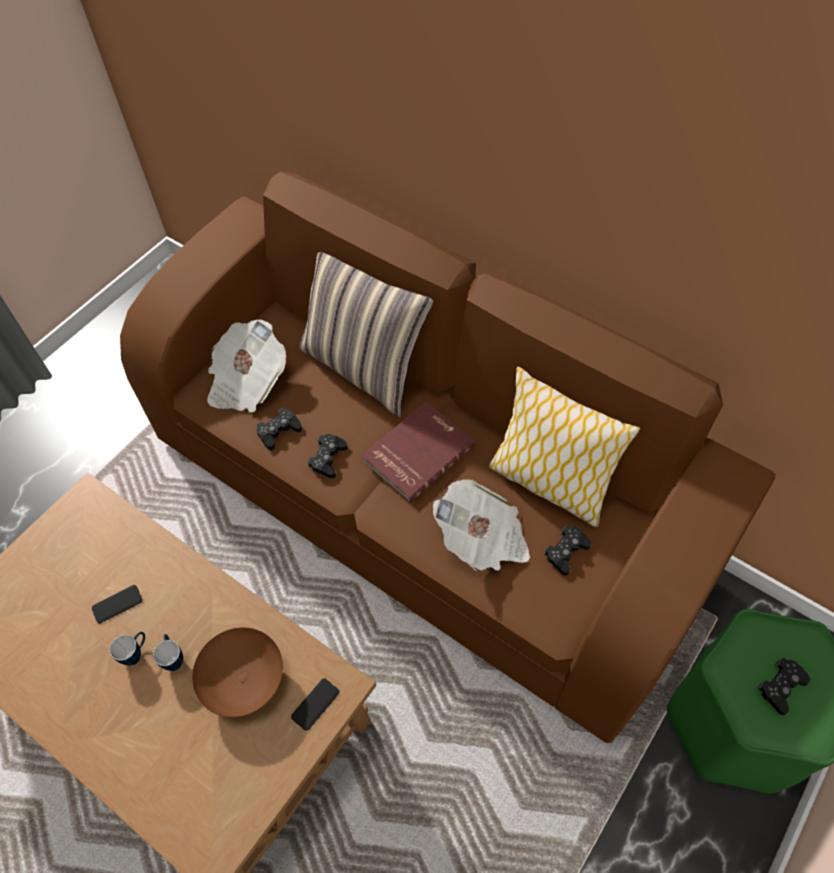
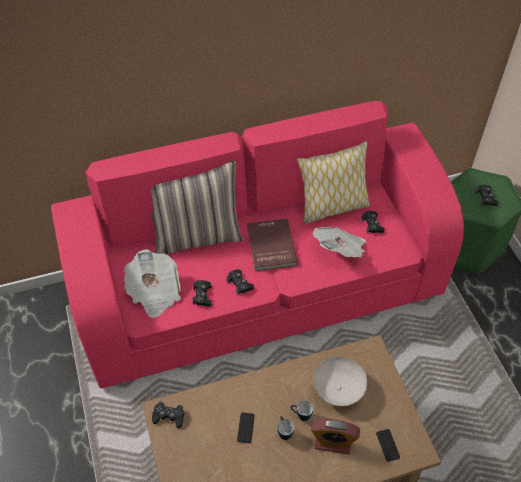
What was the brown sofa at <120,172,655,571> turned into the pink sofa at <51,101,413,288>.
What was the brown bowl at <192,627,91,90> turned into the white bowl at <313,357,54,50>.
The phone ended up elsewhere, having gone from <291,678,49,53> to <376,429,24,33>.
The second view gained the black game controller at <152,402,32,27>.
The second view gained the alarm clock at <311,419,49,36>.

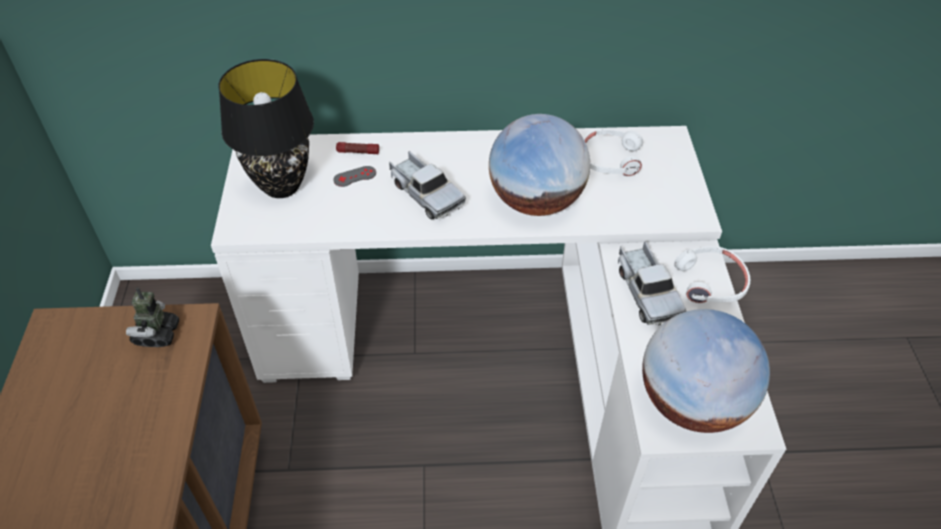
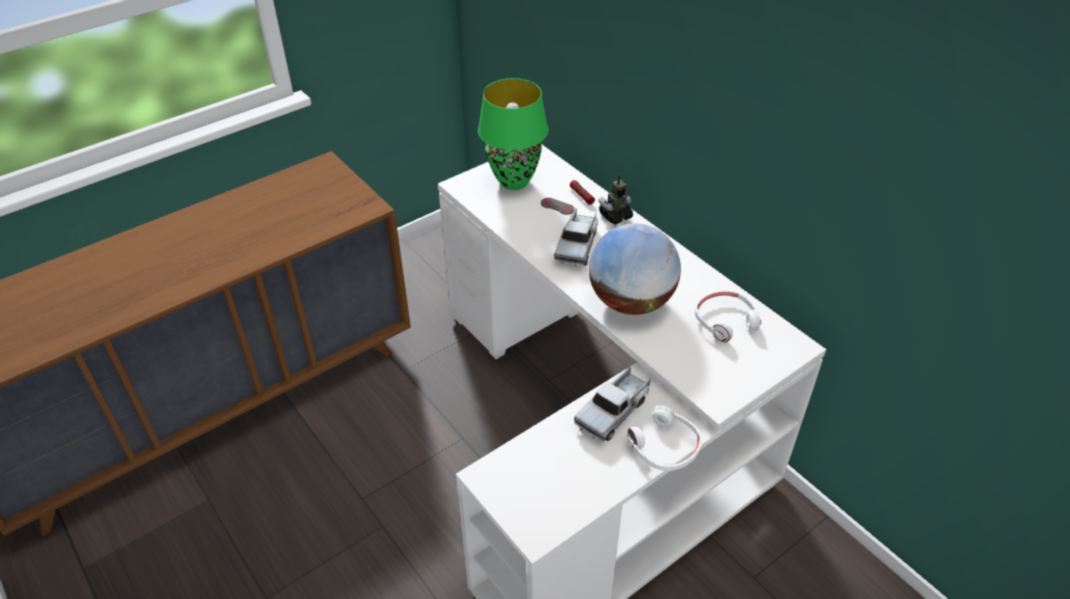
The toy robot ended up elsewhere, having gone from <126,288,53,59> to <598,174,35,51>.
What was the black table lamp at <218,59,96,139> turned into the green table lamp at <478,78,70,112>.
The second view lost the globe at <642,309,128,124>.

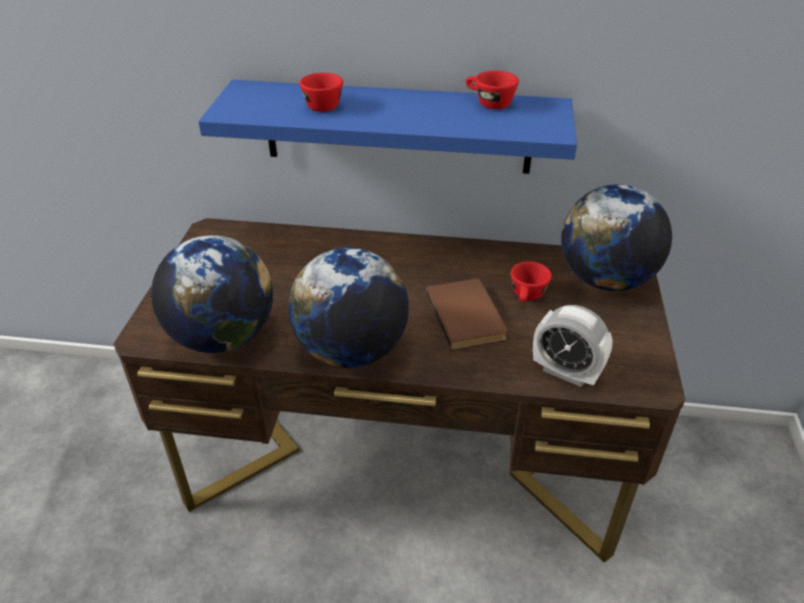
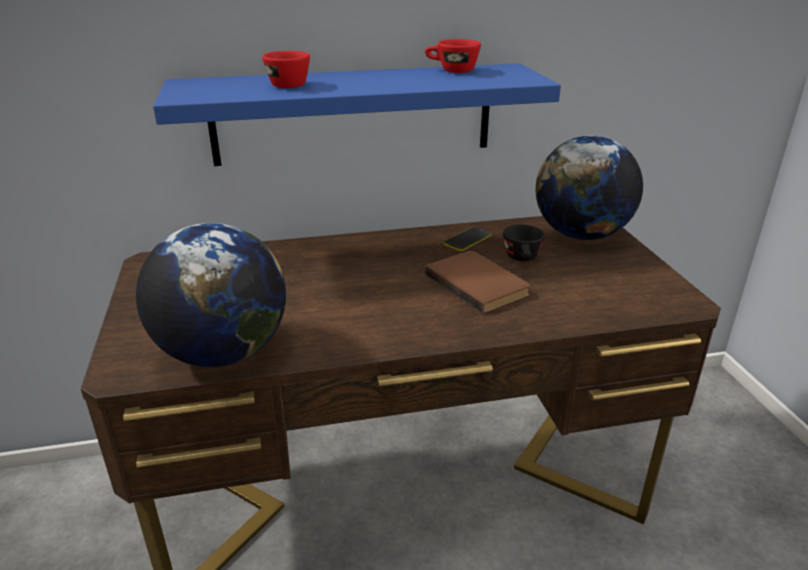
The second view lost the globe at <288,247,121,121>.
What was the red cup at <511,261,41,41> turned into the black cup at <503,225,42,36>.
The second view lost the alarm clock at <533,305,80,82>.
The second view gained the phone at <444,227,48,24>.

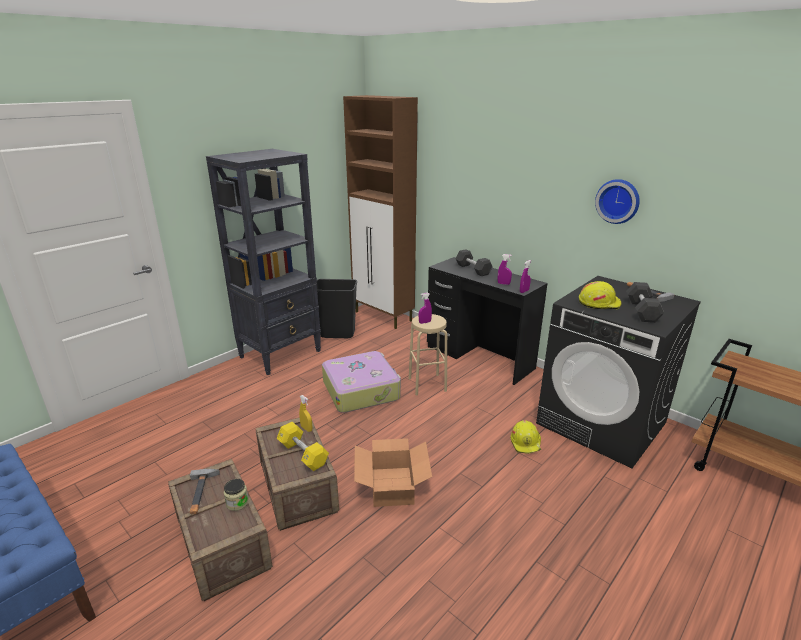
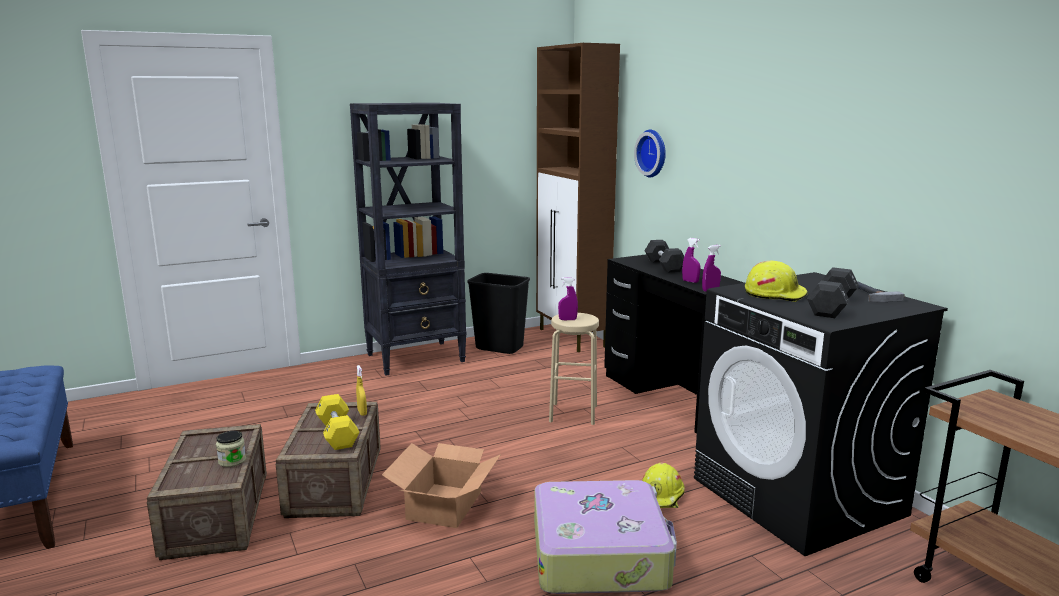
The second view lost the hammer at <190,469,30,45>.
The suitcase ended up elsewhere, having gone from <322,351,79,62> to <534,480,143,114>.
The wall clock ended up elsewhere, having gone from <595,179,45,45> to <634,130,32,47>.

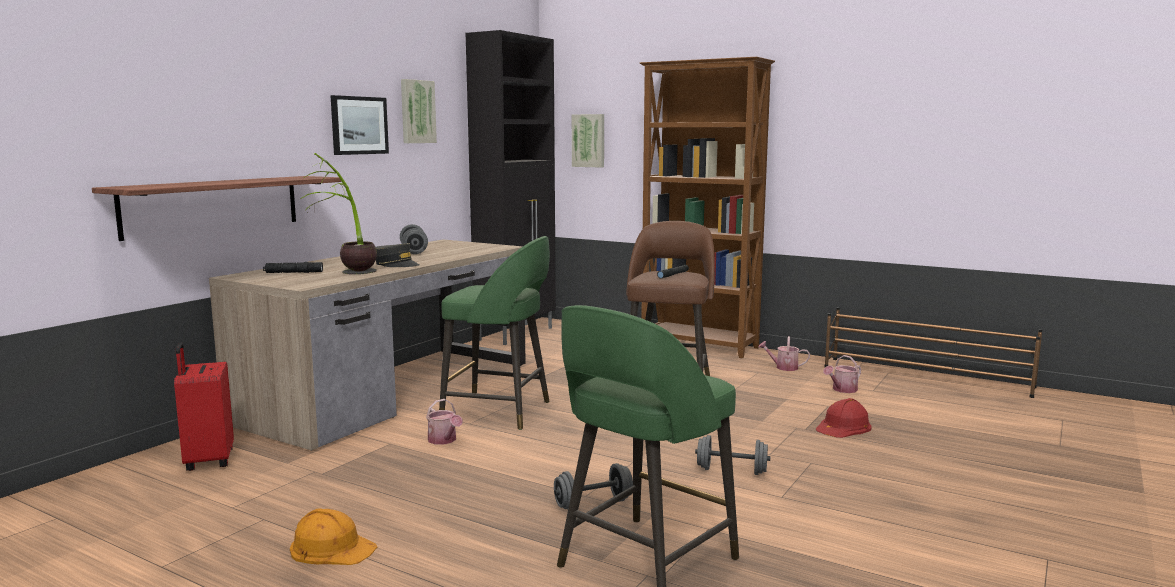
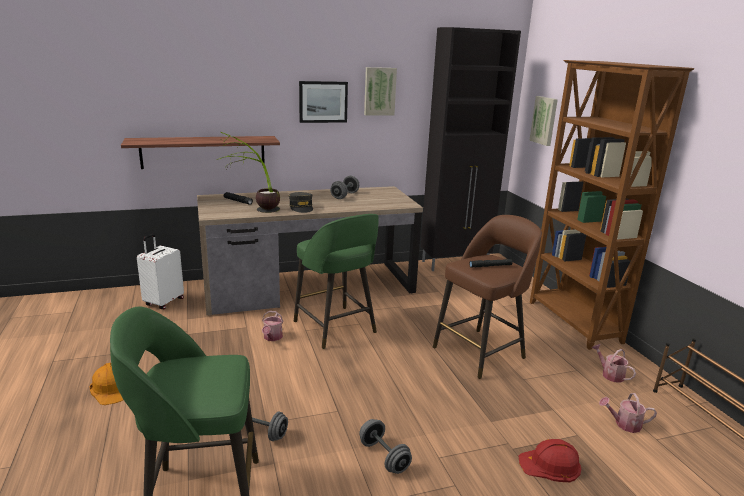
What was the red suitcase at <174,342,60,129> turned into the white suitcase at <137,234,47,75>.

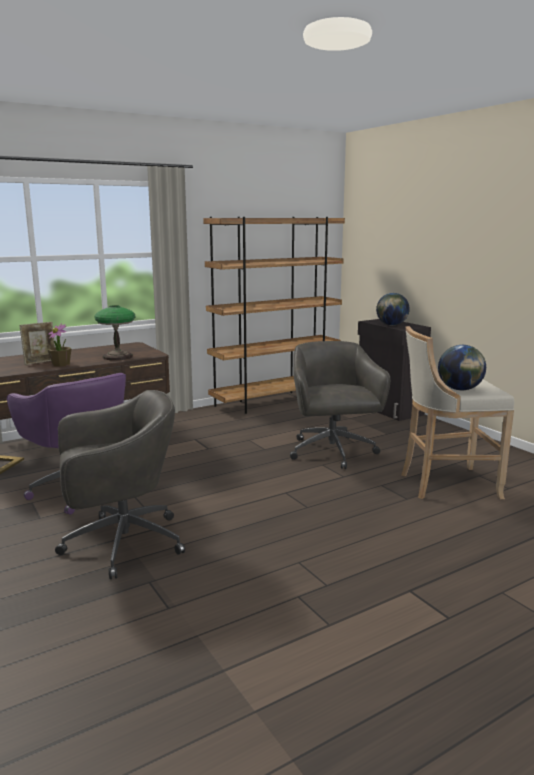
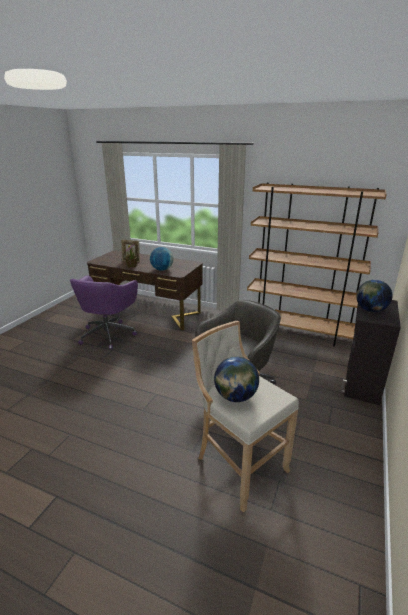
The second view lost the grey office chair at <55,390,130,189>.
Where the table lamp stood at <94,305,41,55>, the globe came to stand at <150,247,23,24>.

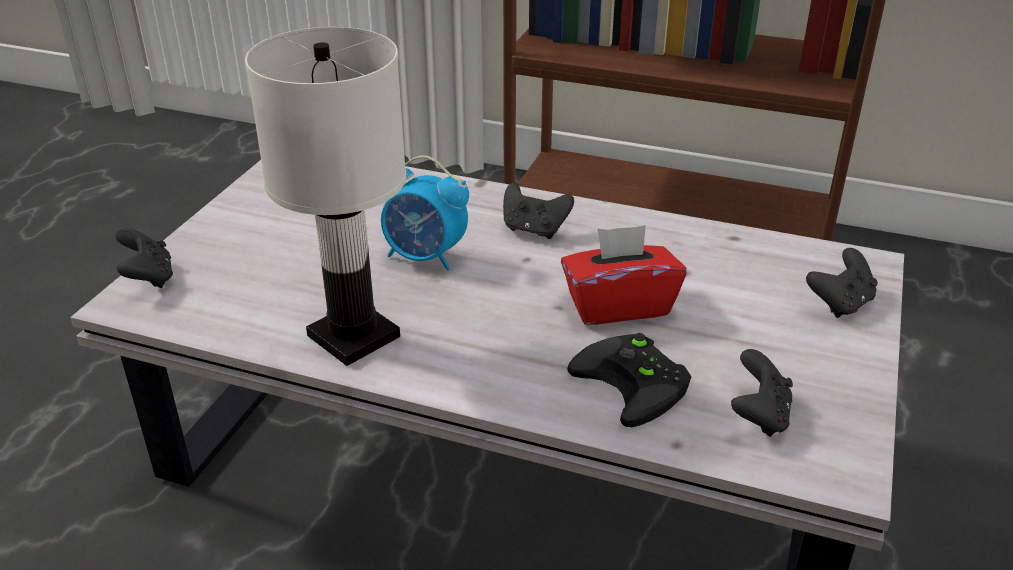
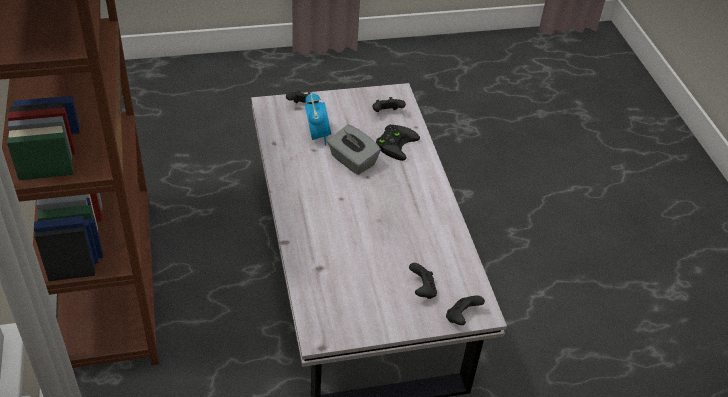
The second view lost the white table lamp at <245,27,161,339>.
The alarm clock ended up elsewhere, having gone from <381,156,88,115> to <305,92,26,54>.
The black game controller ended up elsewhere, having gone from <503,182,71,57> to <409,263,28,36>.
What was the red tissue box at <561,225,126,100> turned into the grey tissue box at <327,125,54,50>.

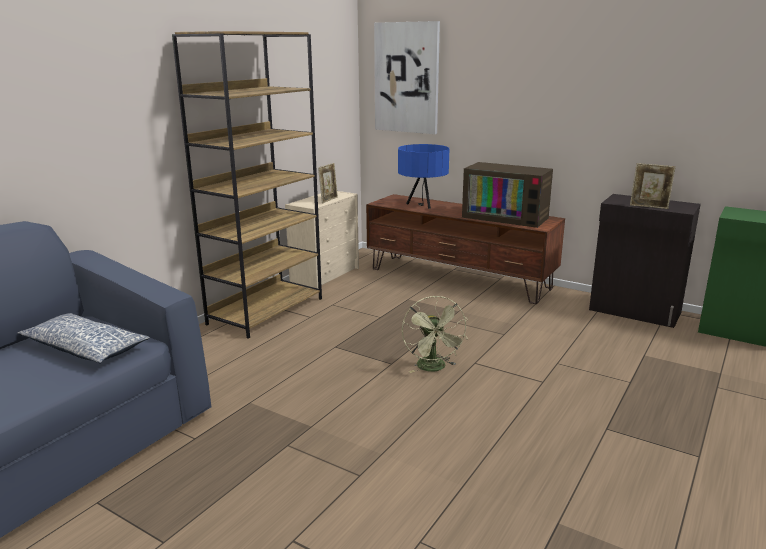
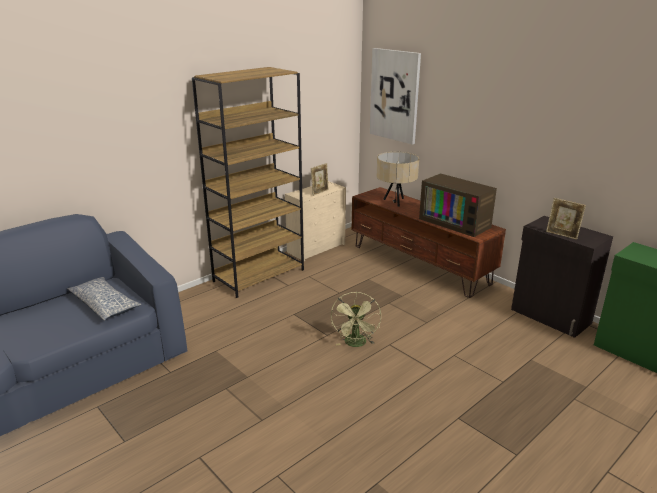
What was the blue table lamp at <398,144,51,65> turned into the beige table lamp at <376,152,43,55>.

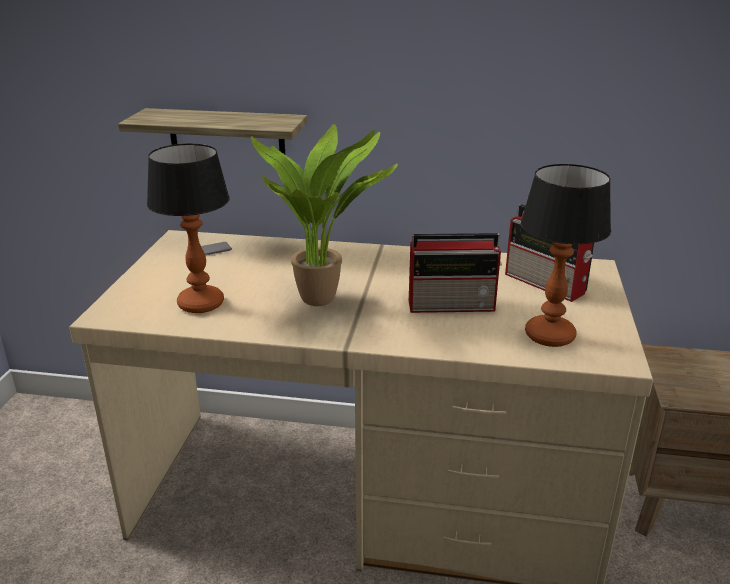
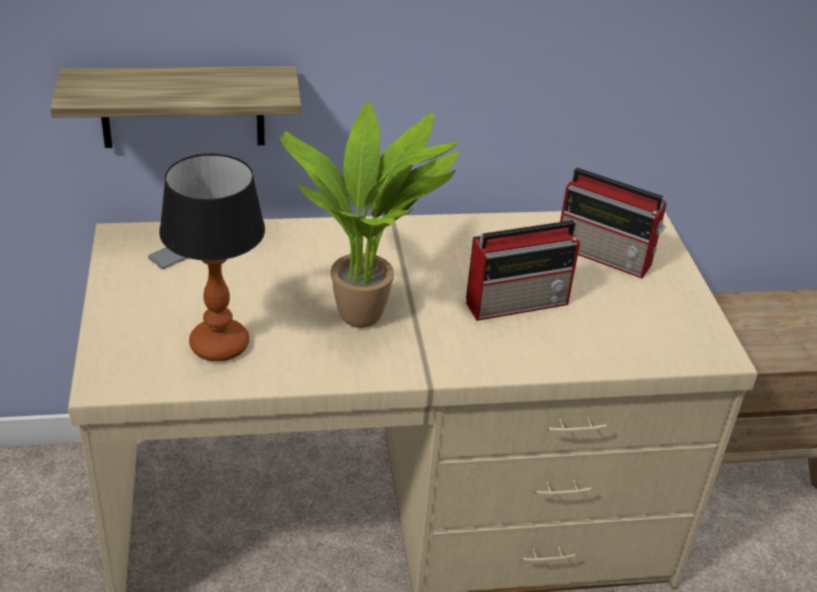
The second view lost the table lamp at <520,164,91,183>.

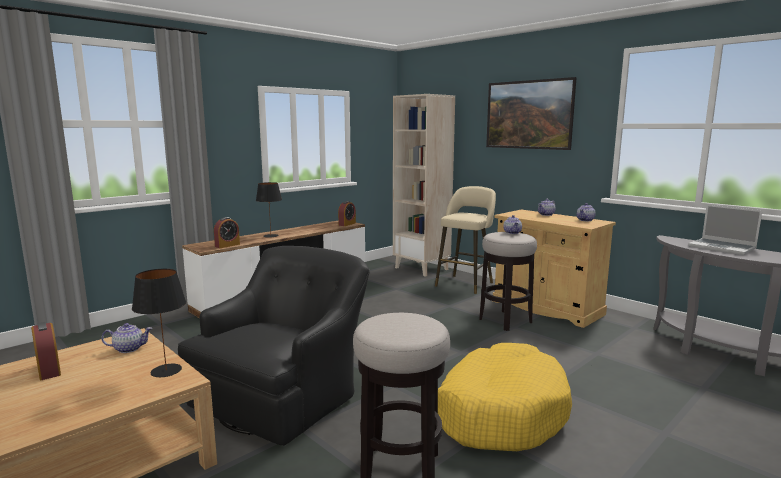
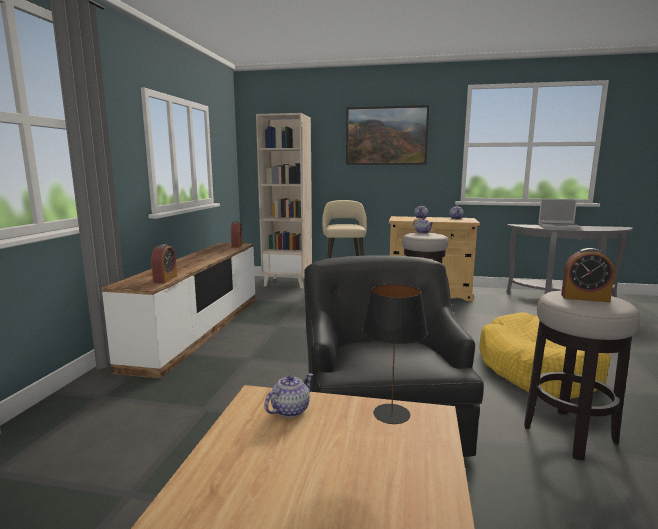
The alarm clock ended up elsewhere, having gone from <31,322,30,58> to <561,248,53,54>.
The second view lost the black table lamp at <256,182,26,56>.

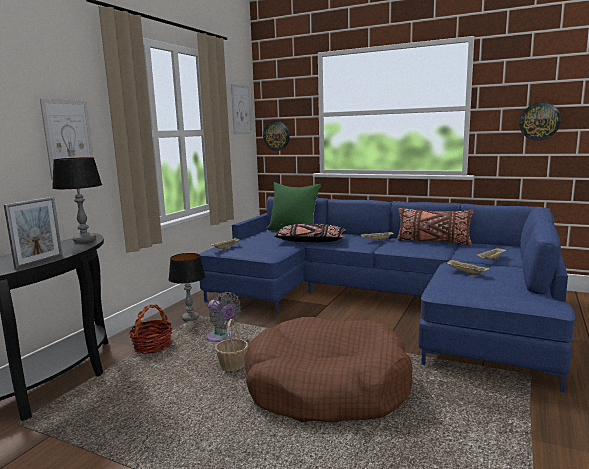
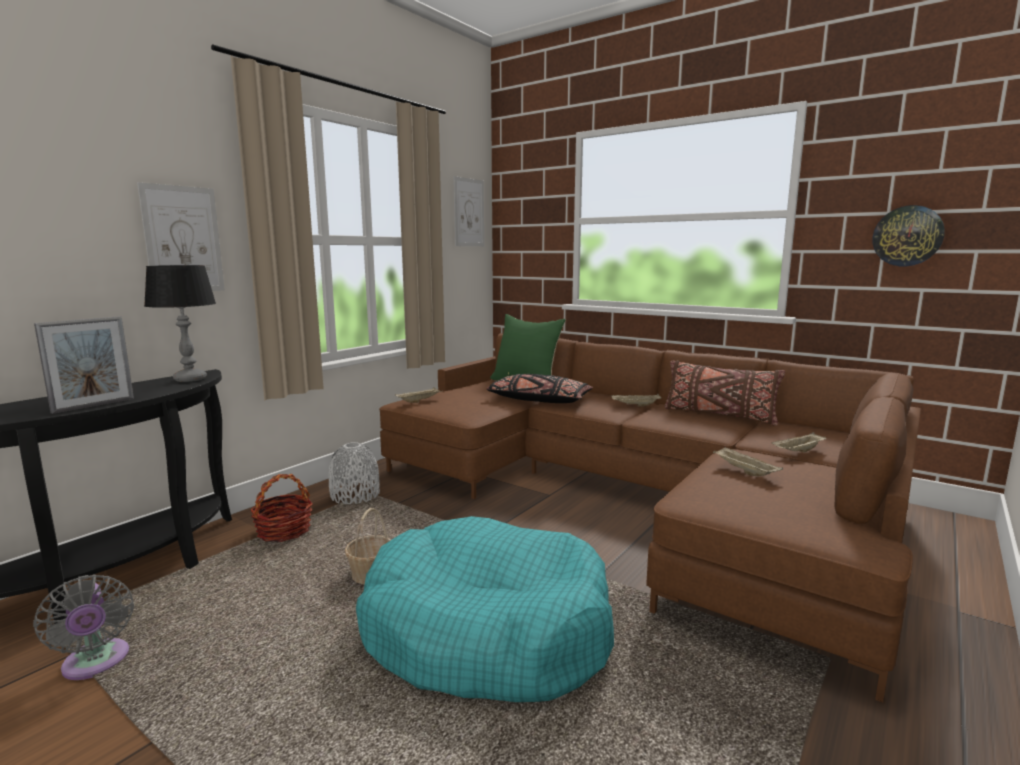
Where the table lamp stood at <169,253,36,68>, the grey vase came to stand at <329,442,51,62>.
What was the blue sofa at <199,196,376,197> turned into the brown sofa at <379,333,542,369>.
The grey fan ended up elsewhere, having gone from <206,292,35,50> to <33,574,101,106>.
What was the brown dog bed at <244,317,169,106> turned into the turquoise dog bed at <356,516,258,186>.
The second view lost the wall clock at <263,121,27,30>.

